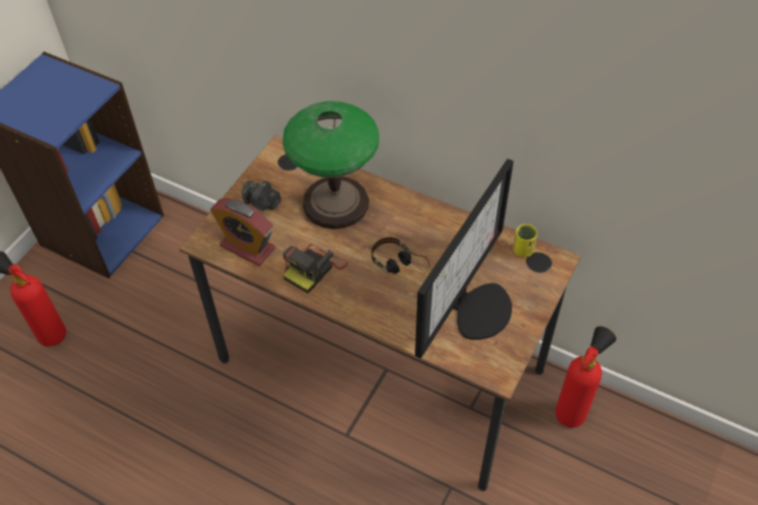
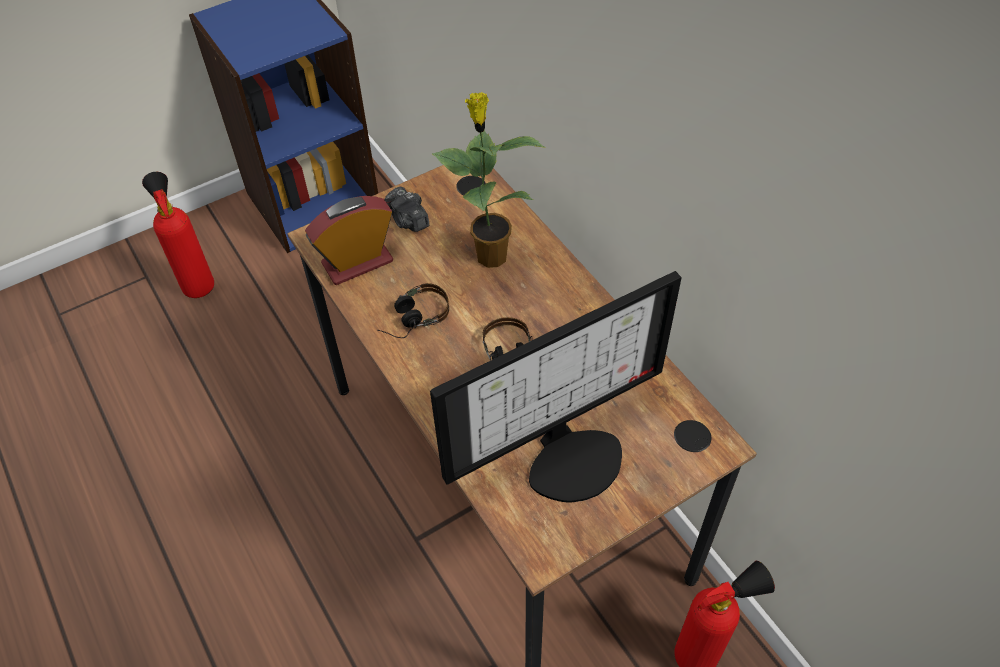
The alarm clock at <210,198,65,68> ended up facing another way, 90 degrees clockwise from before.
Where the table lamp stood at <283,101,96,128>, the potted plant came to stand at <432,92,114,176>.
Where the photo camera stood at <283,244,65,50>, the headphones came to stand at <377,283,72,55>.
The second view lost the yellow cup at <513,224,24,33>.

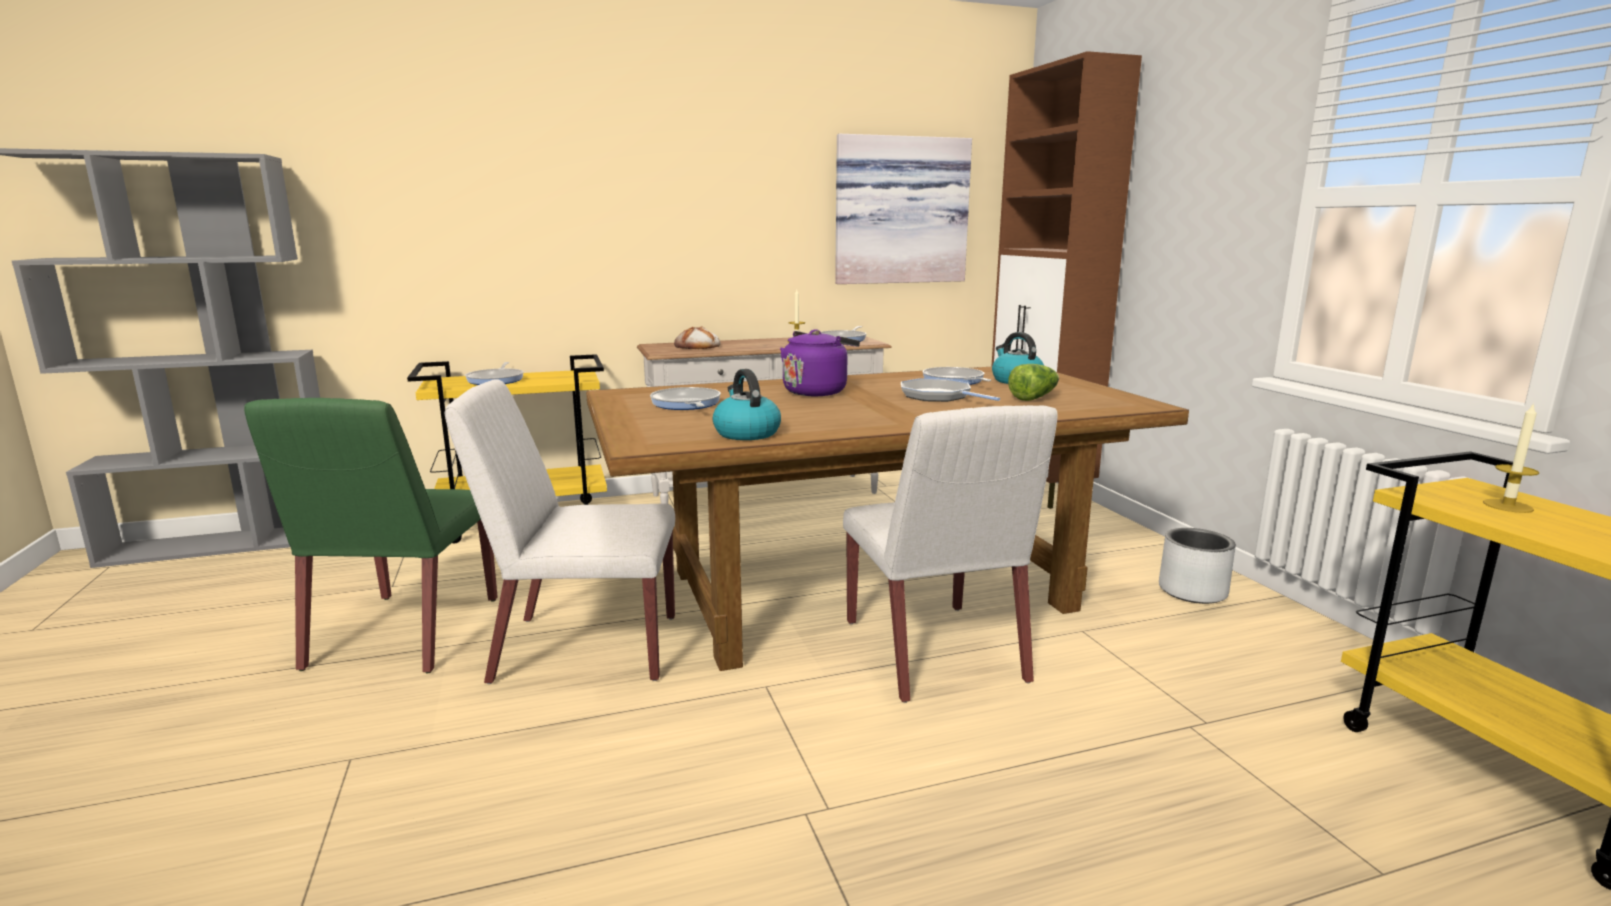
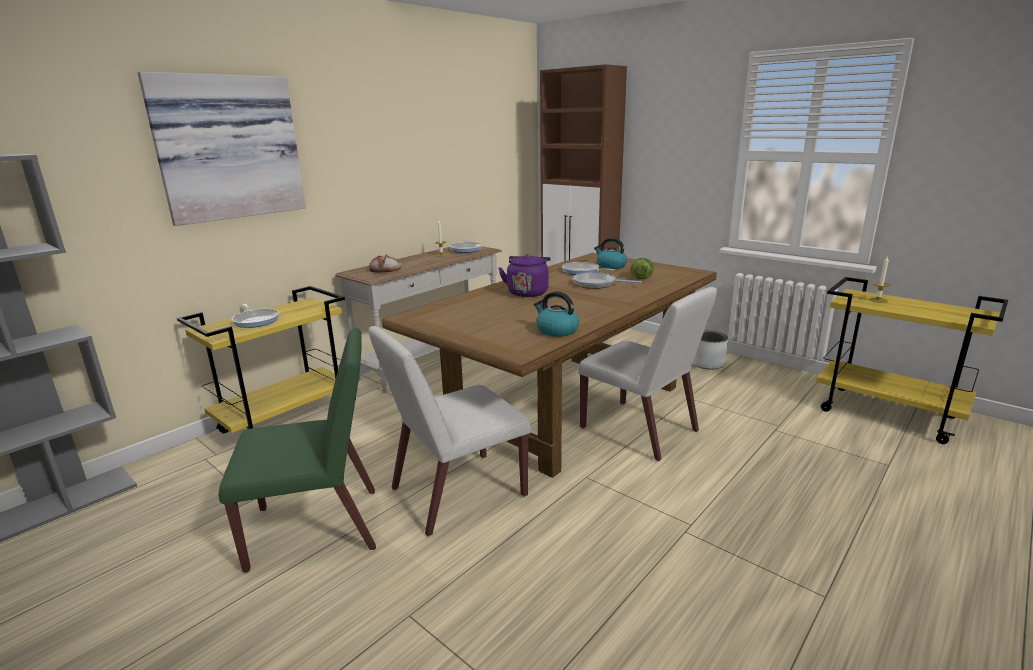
The green chair at <244,398,254,276> ended up facing another way, 75 degrees counterclockwise from before.
The second view lost the frying pan at <650,387,71,23>.
The picture ended up elsewhere, having gone from <835,134,137,150> to <138,72,168,154>.

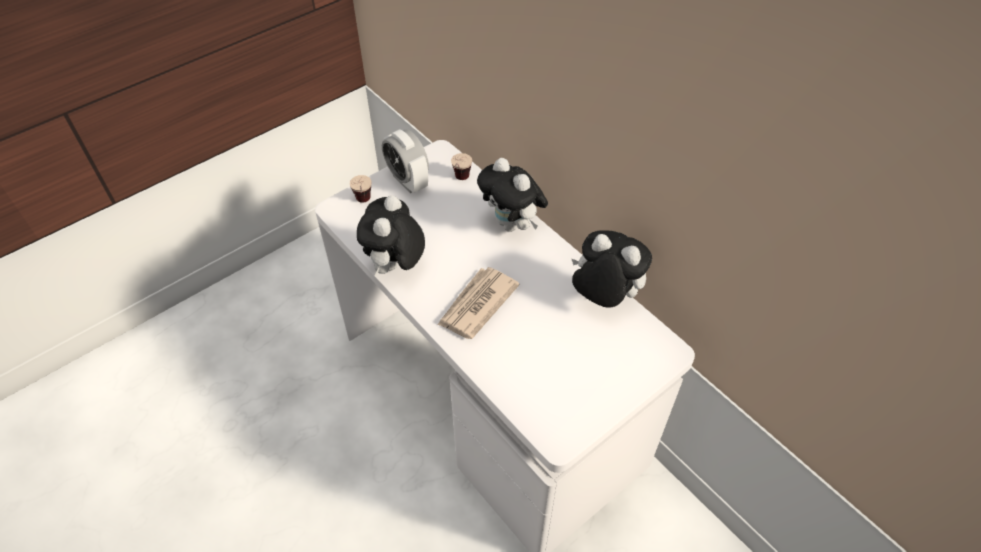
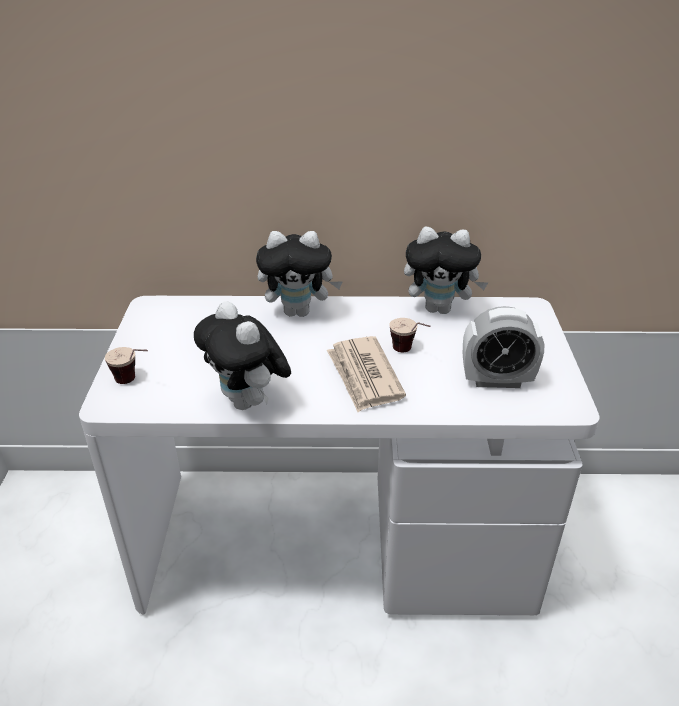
The alarm clock ended up elsewhere, having gone from <382,129,47,64> to <463,306,81,82>.
The cup ended up elsewhere, having gone from <451,153,21,27> to <389,318,42,34>.
The plush toy at <571,230,81,78> ended up facing another way, 150 degrees counterclockwise from before.

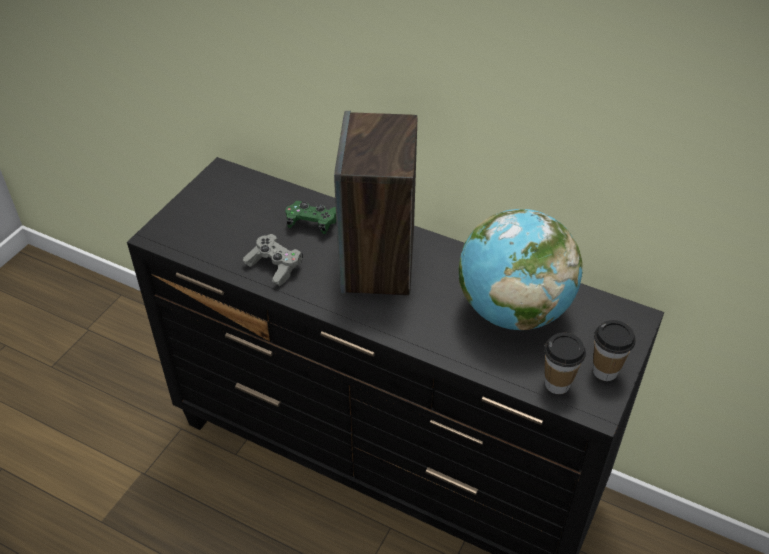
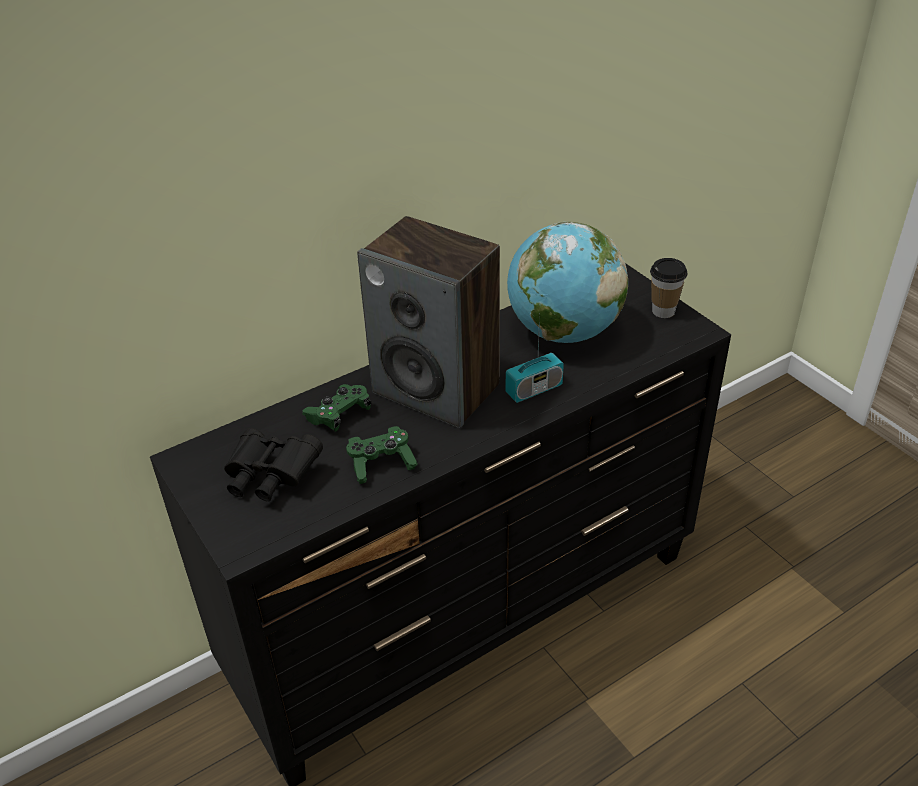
What was the grey game controller at <243,234,60,52> turned into the green game controller at <346,426,71,58>.
The second view lost the cup at <544,333,42,61>.
The second view gained the black binoculars at <224,428,99,73>.
The second view gained the radio at <506,313,58,90>.

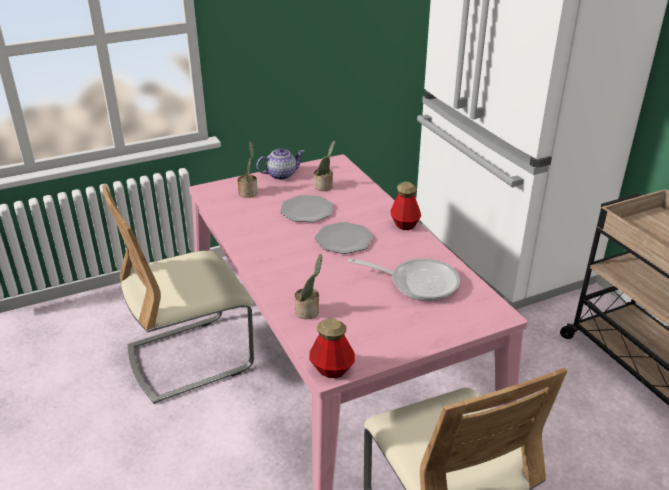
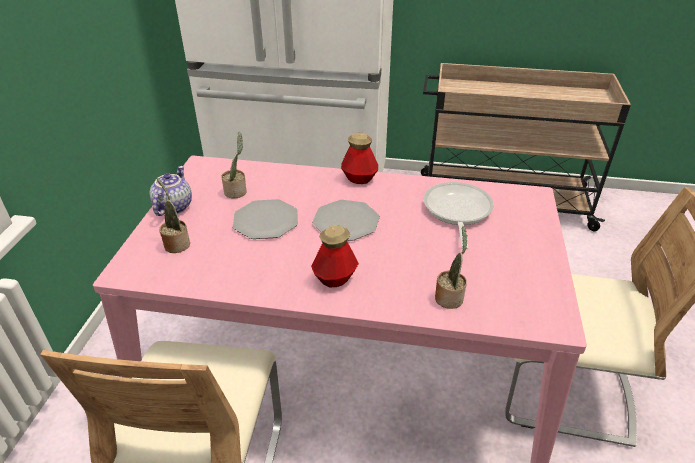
The bottle ended up elsewhere, having gone from <309,318,46,60> to <311,225,48,62>.
The frying pan at <348,258,112,43> ended up facing another way, 45 degrees counterclockwise from before.

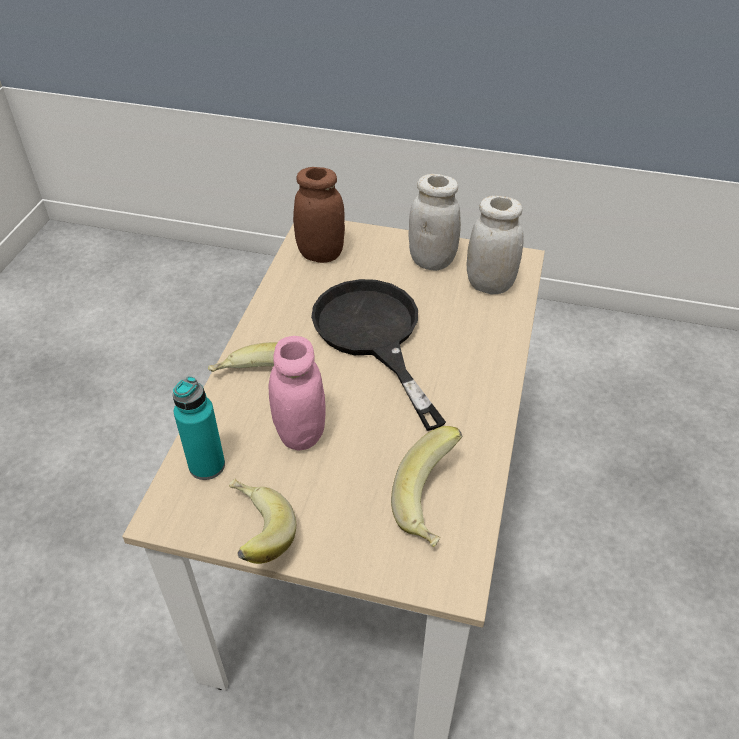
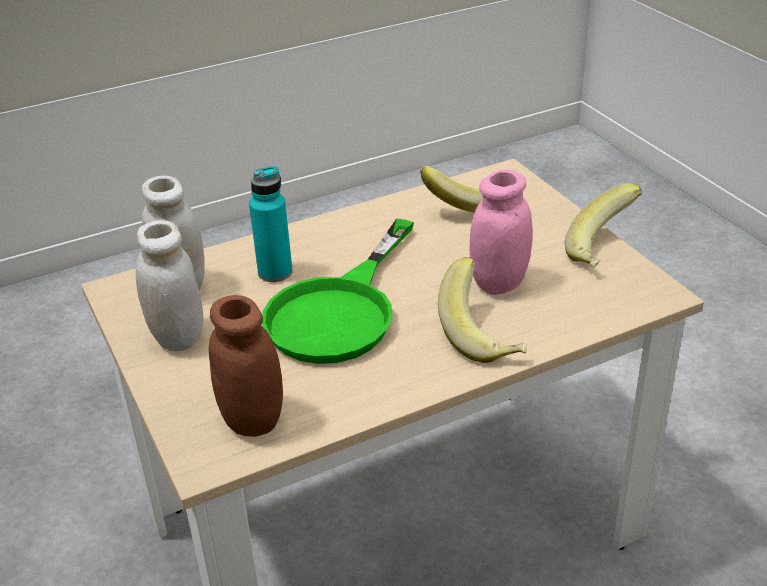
The turquoise bottle ended up elsewhere, having gone from <172,376,53,104> to <249,166,44,116>.
What was the black frying pan at <311,279,135,152> turned into the green frying pan at <262,219,152,145>.

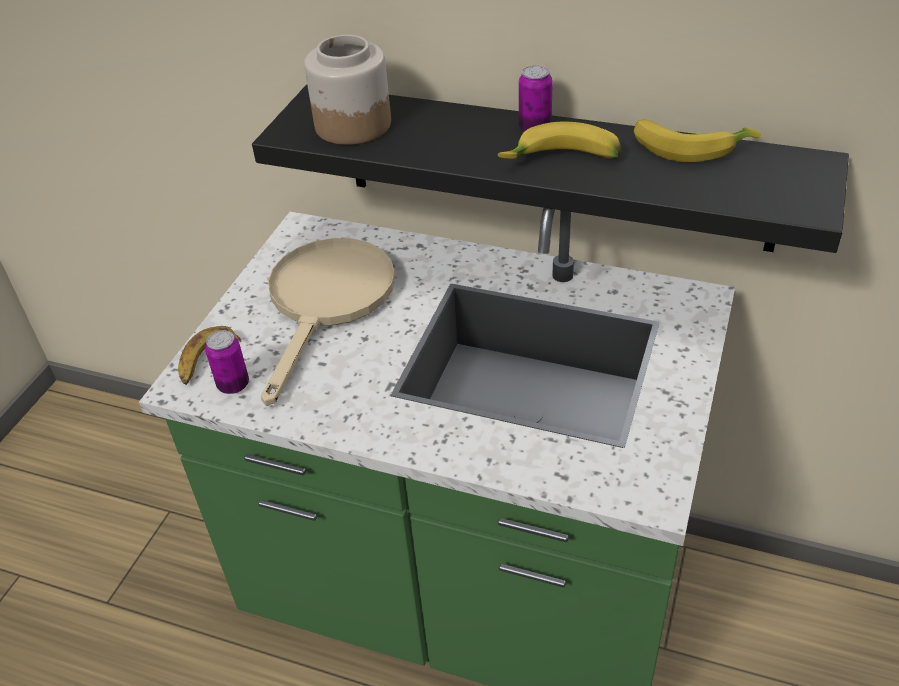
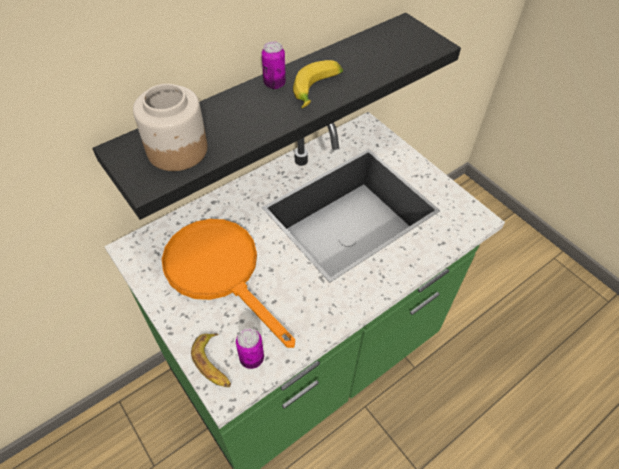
What was the beige frying pan at <261,238,134,168> turned into the orange frying pan at <162,219,133,129>.
The second view lost the banana at <634,119,127,43>.

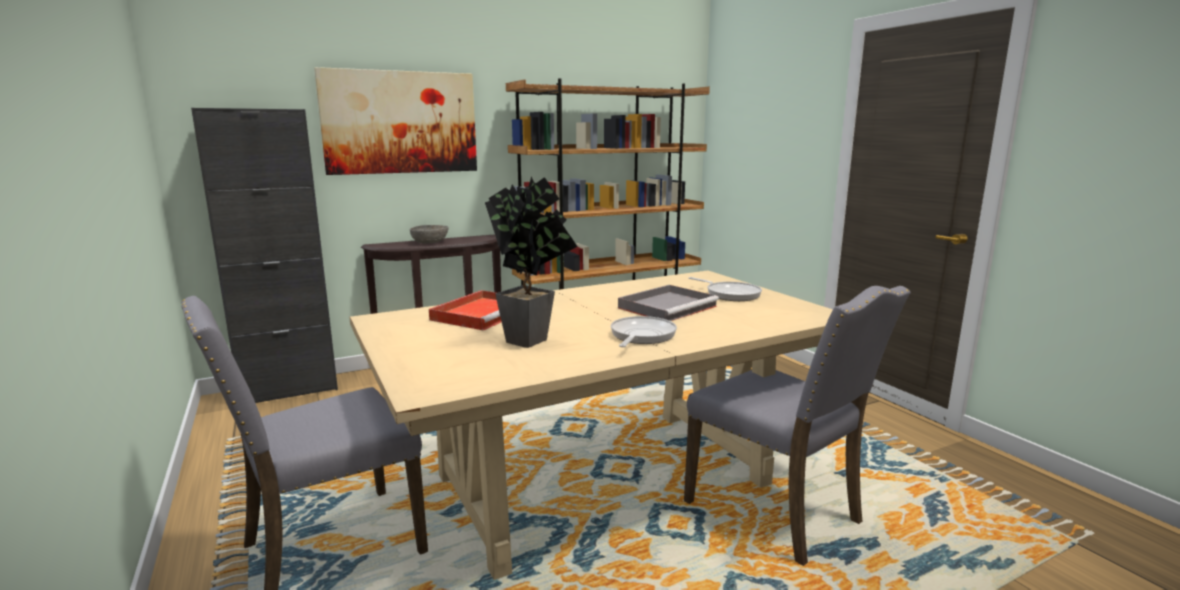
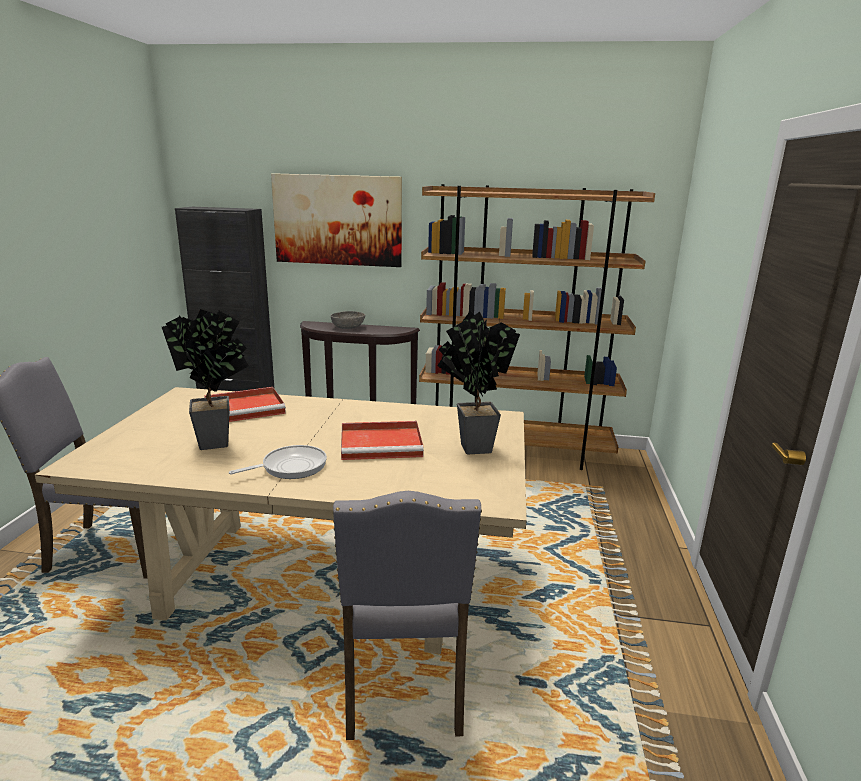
What was the grey tray at <618,285,101,36> turned into the red tray at <341,421,83,39>.
Where the frying pan stood at <689,277,73,24>, the potted plant came to stand at <437,311,83,143>.

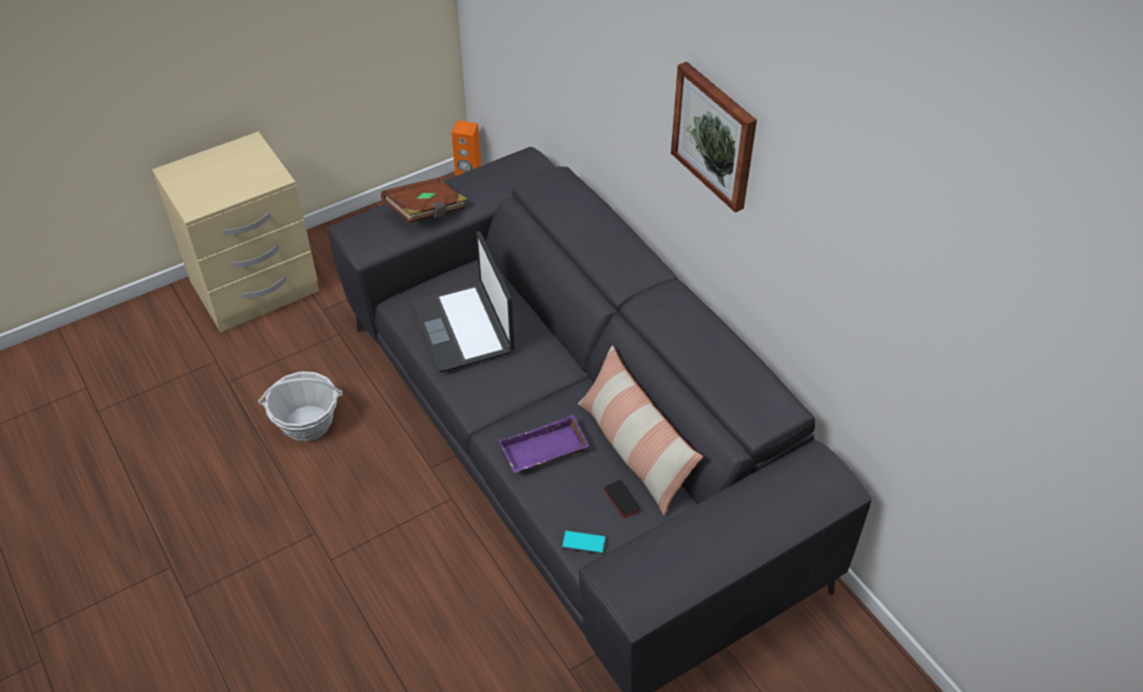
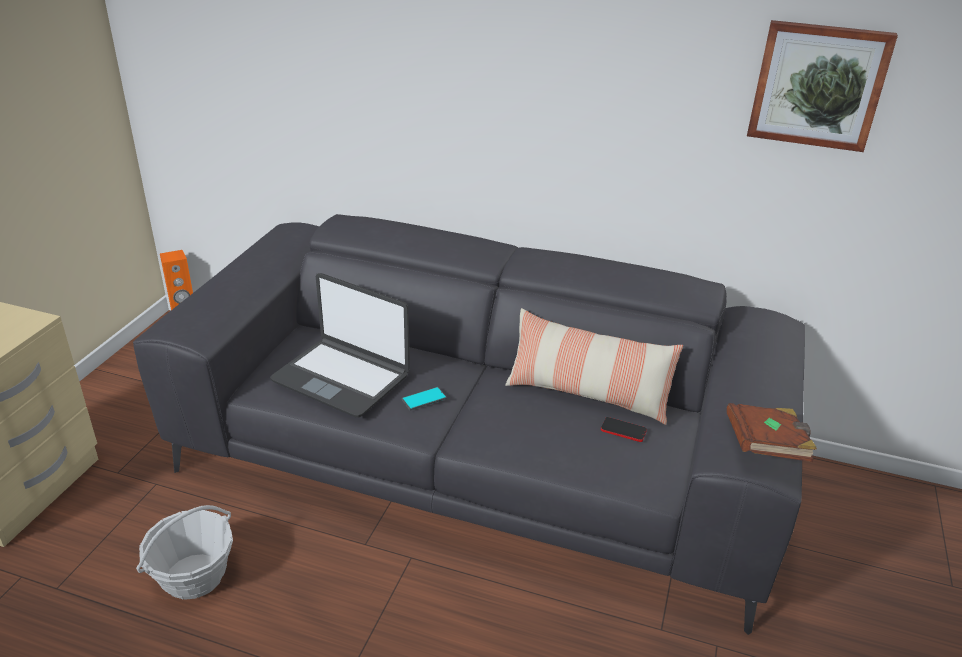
The brown book ended up elsewhere, having gone from <381,178,86,45> to <726,403,91,59>.
The second view lost the purple tray at <499,415,91,58>.
The phone ended up elsewhere, having gone from <561,530,45,24> to <401,387,46,24>.
The picture ended up elsewhere, having gone from <671,62,86,151> to <747,20,151,132>.

